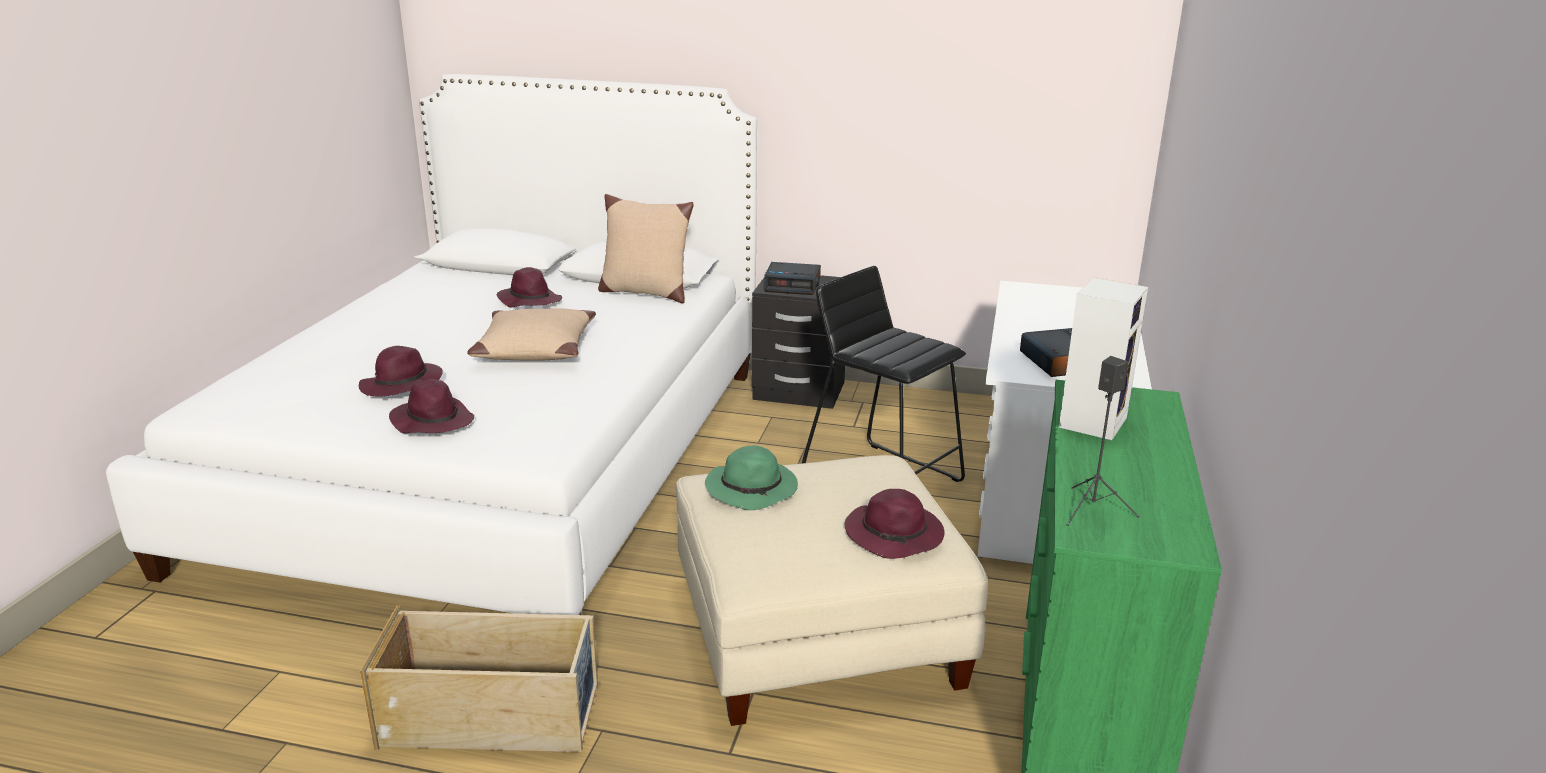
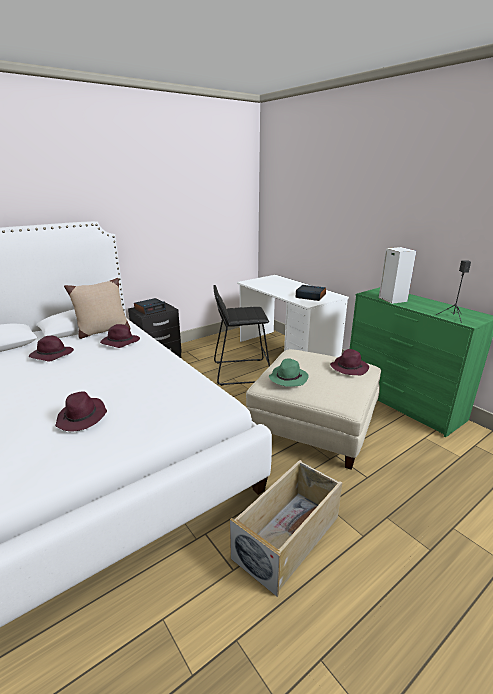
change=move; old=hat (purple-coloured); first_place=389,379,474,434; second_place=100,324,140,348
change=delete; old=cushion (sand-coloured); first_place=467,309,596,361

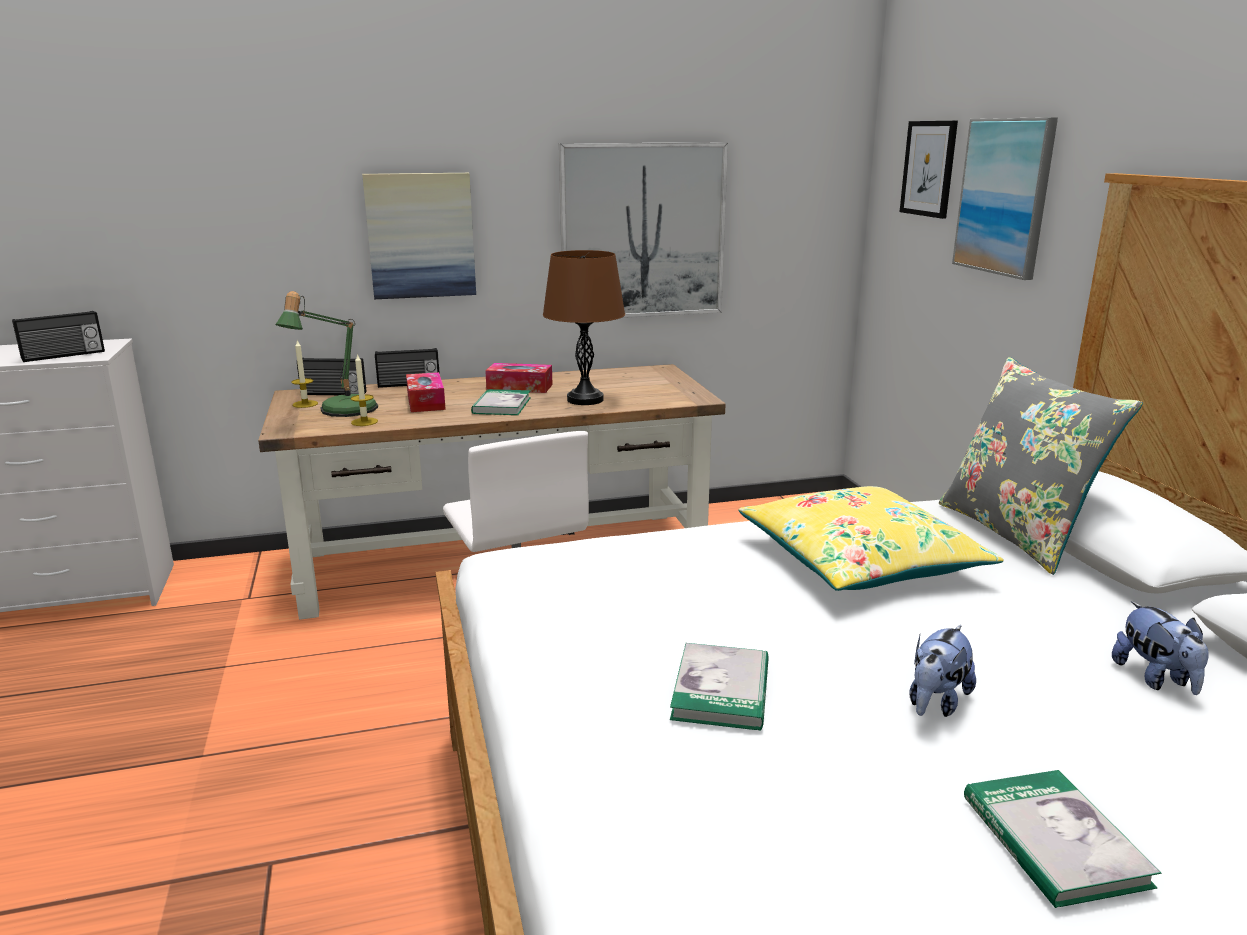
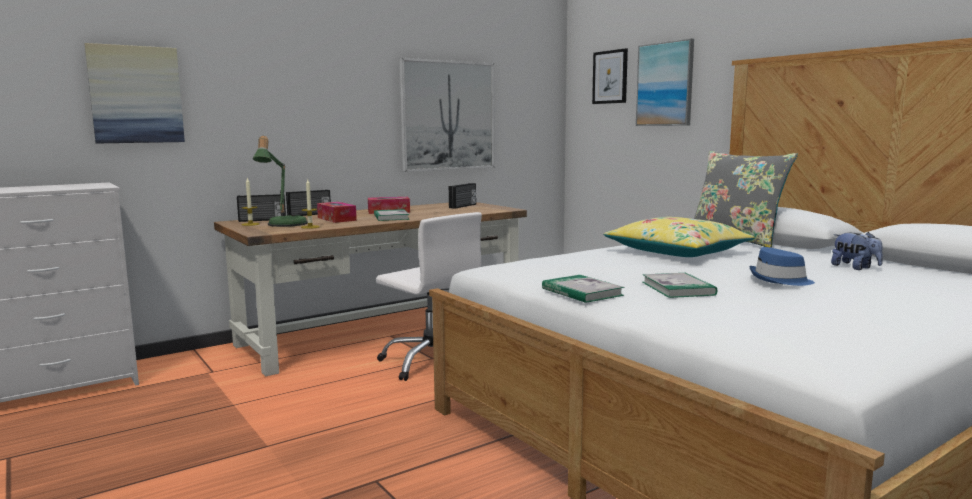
change=move; old=radio receiver; first_place=12,311,105,362; second_place=449,183,476,209
change=move; old=wall art; first_place=362,173,476,299; second_place=85,43,185,144
change=delete; old=table lamp (brown-coloured); first_place=543,250,625,405
change=replace; old=soft toy; new=hat (bluish); first_place=909,625,976,717; second_place=749,247,815,286
change=move; old=book; first_place=964,770,1161,908; second_place=542,275,624,303

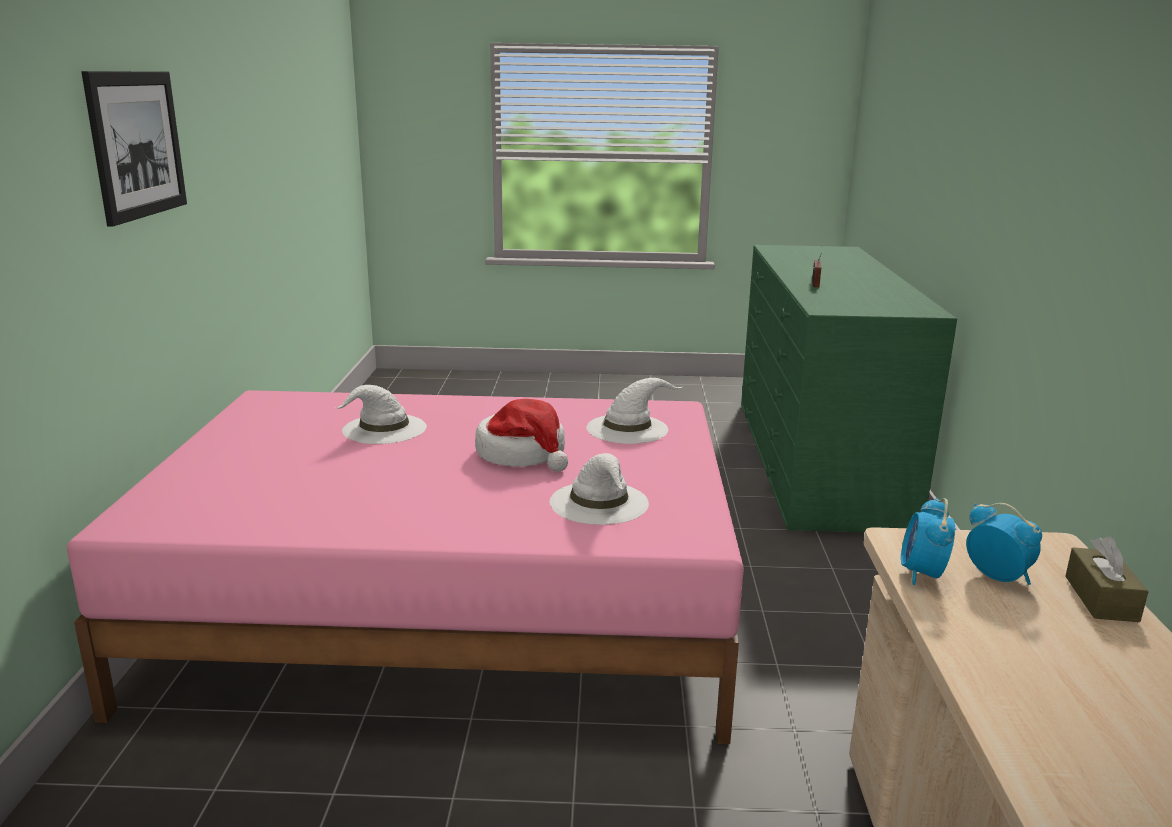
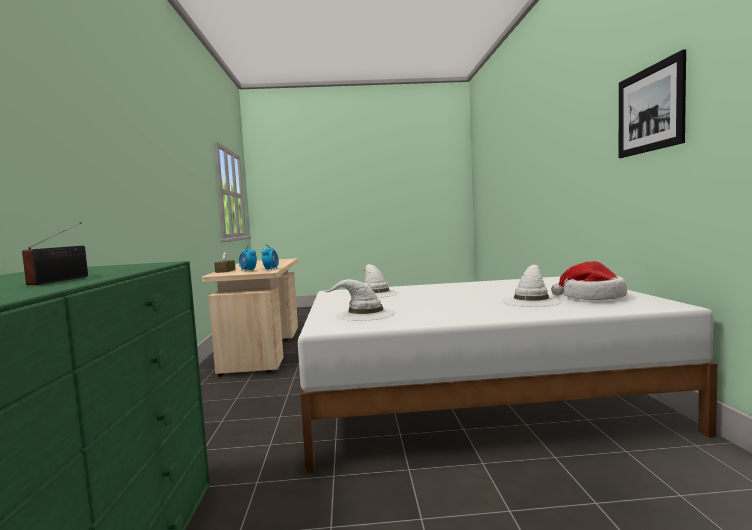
change=recolor; old=bed (pink); new=bed (white); first_place=67,390,744,744; second_place=298,277,718,471
change=move; old=hat; first_place=475,399,568,472; second_place=551,261,627,300

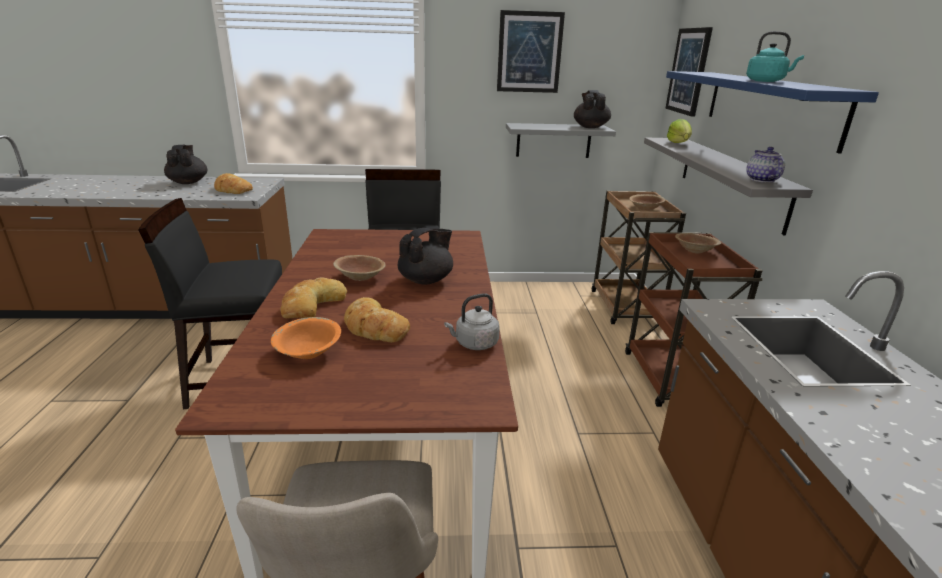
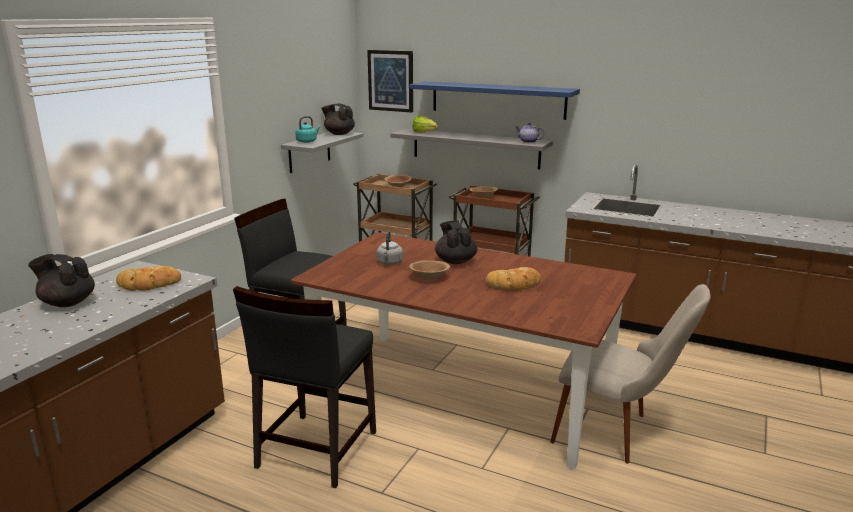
change=delete; old=bowl (orange-coloured); first_place=271,317,341,359
change=delete; old=bakery bread; first_place=280,277,347,319
change=move; old=tea kettle (greyish); first_place=444,293,500,350; second_place=377,231,403,265
change=delete; old=wall art; first_place=497,10,565,93
change=move; old=tea kettle (turquoise-coloured); first_place=746,31,804,82; second_place=296,116,320,143

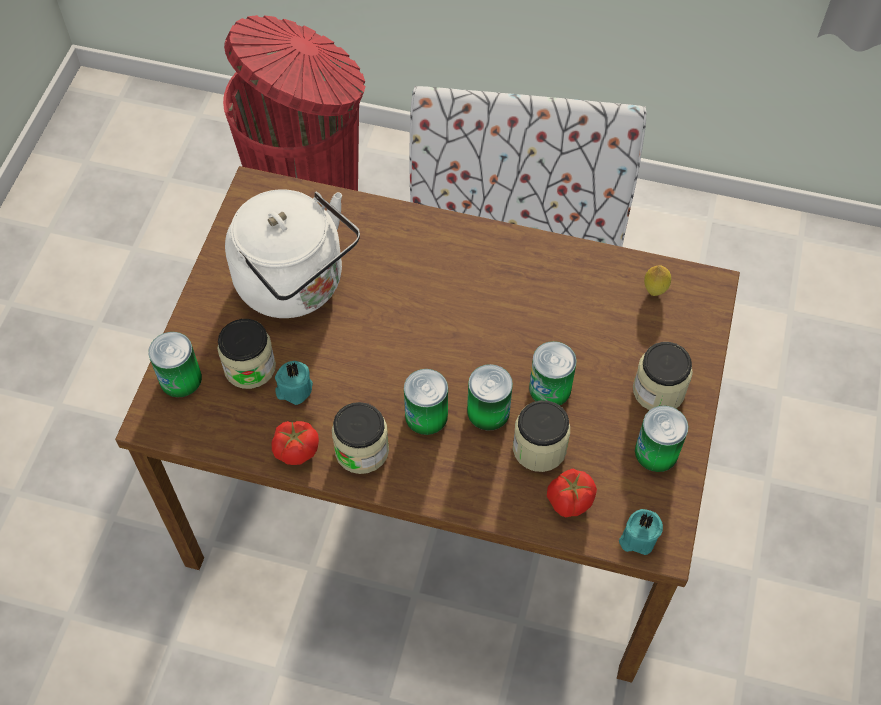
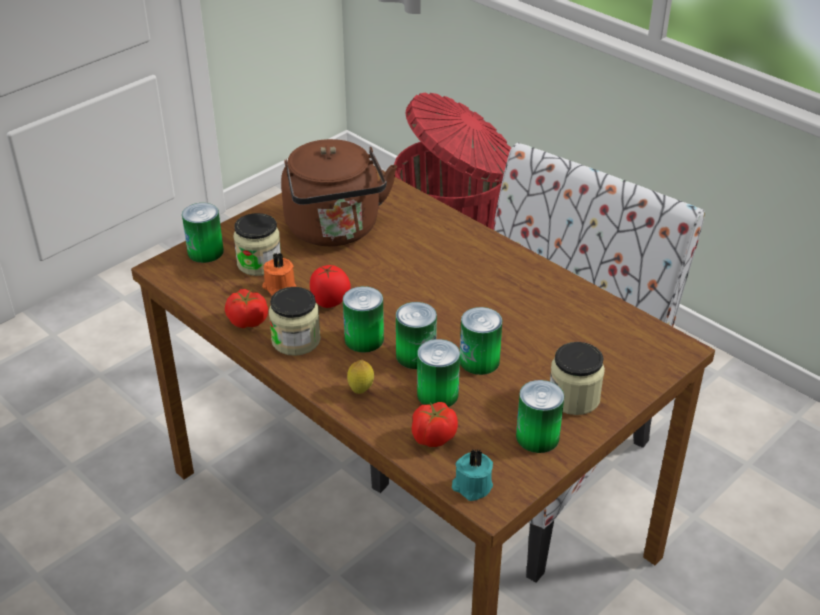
change=recolor; old=tea kettle (white); new=tea kettle (brown-coloured); first_place=225,189,360,318; second_place=281,139,397,246
change=recolor; old=candle (turquoise-coloured); new=candle (orange-coloured); first_place=275,361,313,405; second_place=262,252,296,296
change=replace; old=preserve jar; new=metal can; first_place=513,400,570,472; second_place=417,339,460,407
change=move; old=citrus fruit; first_place=644,265,671,296; second_place=347,360,374,394
change=insert; new=whole tomato; second_place=310,265,351,308

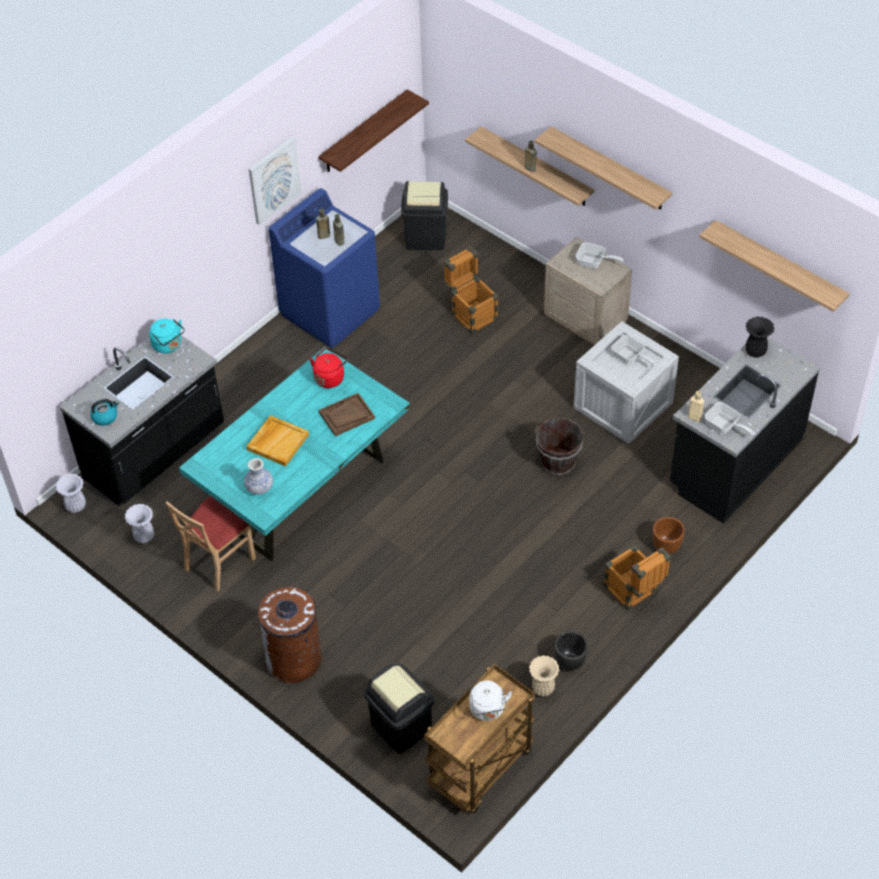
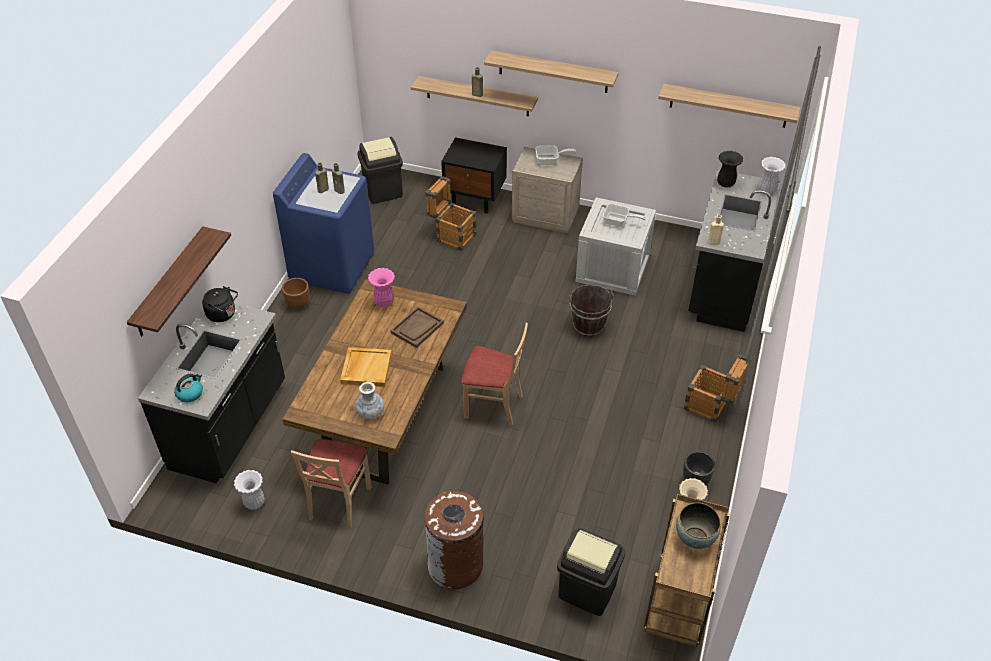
change=move; old=flower vase (white); first_place=55,474,86,513; second_place=759,157,786,194
change=recolor; old=tea kettle (turquoise-coloured); new=tea kettle (blackish); first_place=149,319,185,353; second_place=202,286,238,322
change=recolor; old=dinner table (turquoise-coloured); new=dinner table (brown-coloured); first_place=179,347,410,561; second_place=282,279,467,485
change=delete; old=wall art; first_place=249,137,302,225
change=replace; old=tea kettle (red-coloured); new=flower vase (pink); first_place=310,348,348,388; second_place=368,268,395,307
change=move; old=shelf; first_place=318,89,429,172; second_place=127,226,231,336
change=replace; old=tea kettle (white); new=bowl; first_place=469,681,512,721; second_place=676,503,721,549
change=move; old=planter (brown-coloured); first_place=652,517,685,554; second_place=282,278,310,309
change=delete; old=pan; first_place=705,402,754,435
change=insert; new=nightstand (blackish); second_place=441,137,507,213
change=insert; new=chair (sand-coloured); second_place=461,323,528,426

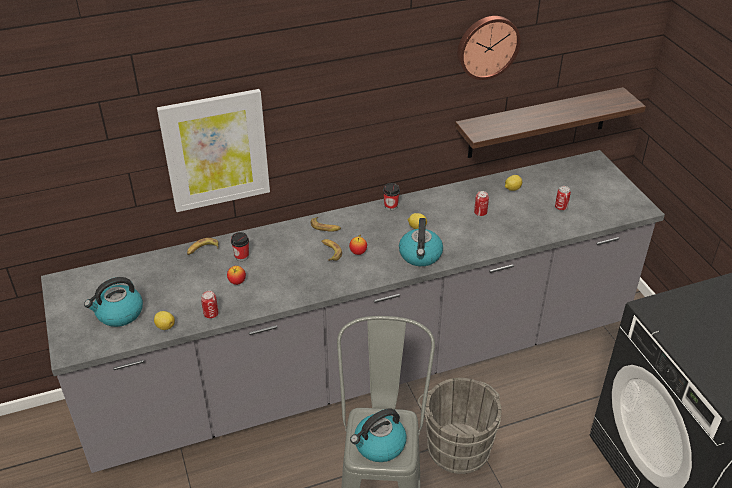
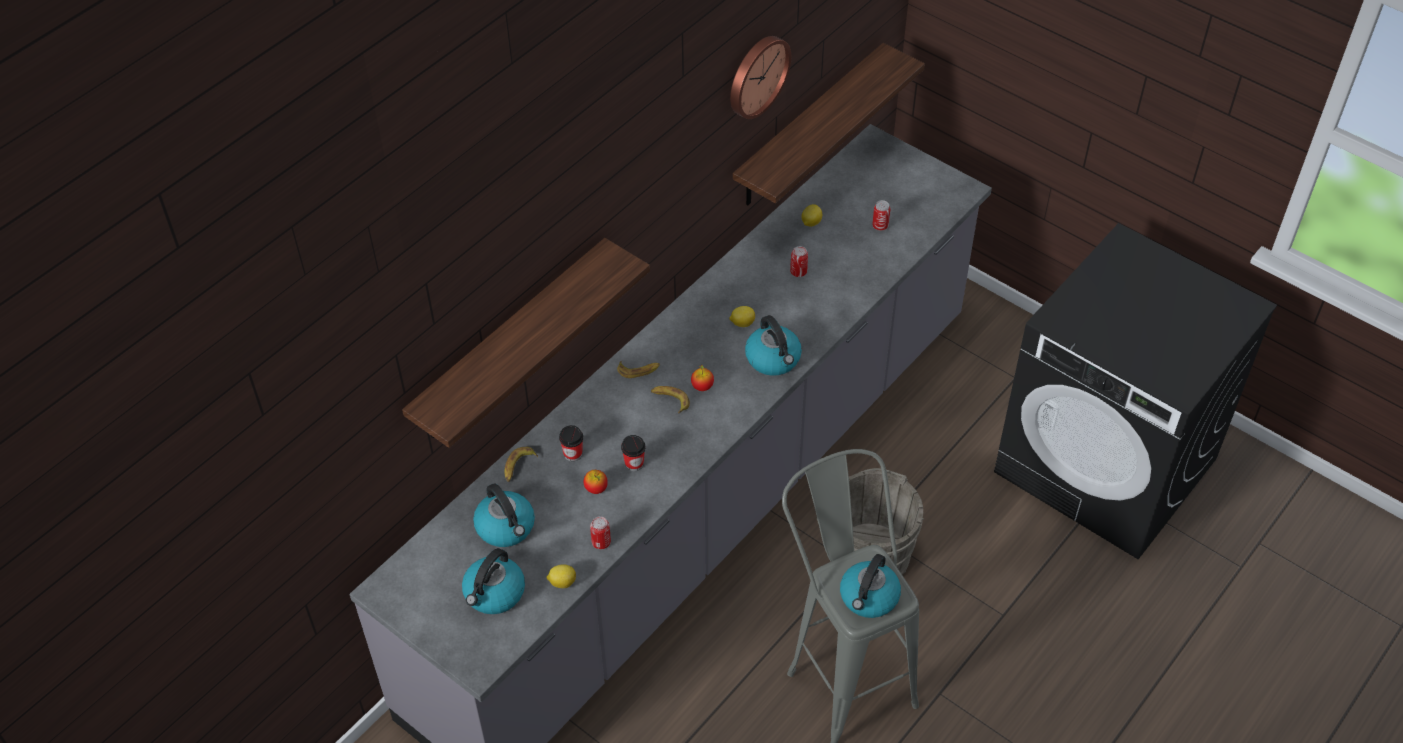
change=replace; old=wall art; new=shelf; first_place=157,89,270,212; second_place=402,238,650,448
change=move; old=small cup; first_place=383,183,400,210; second_place=621,435,645,471
change=insert; new=tea kettle; second_place=473,483,535,547

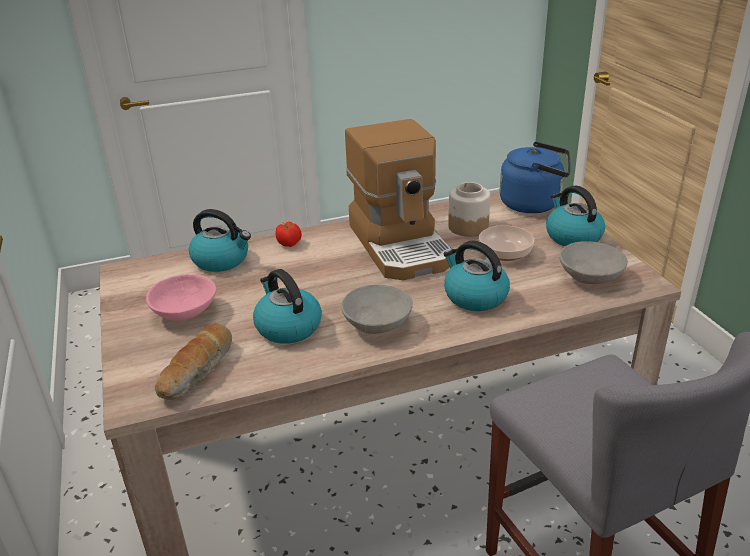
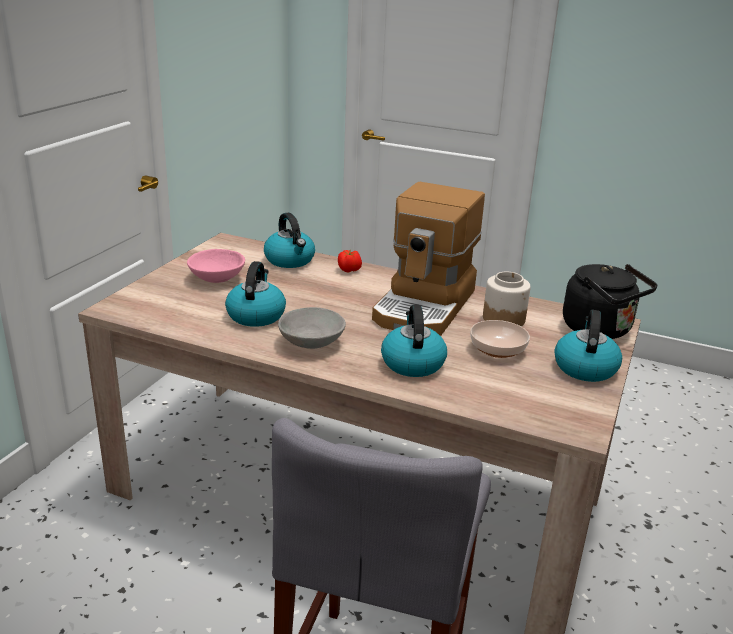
change=delete; old=bakery bread; first_place=155,323,232,400
change=recolor; old=tea kettle (bluish); new=tea kettle (blackish); first_place=500,142,571,213; second_place=563,264,657,339
change=delete; old=bowl (greyish); first_place=559,241,628,284

